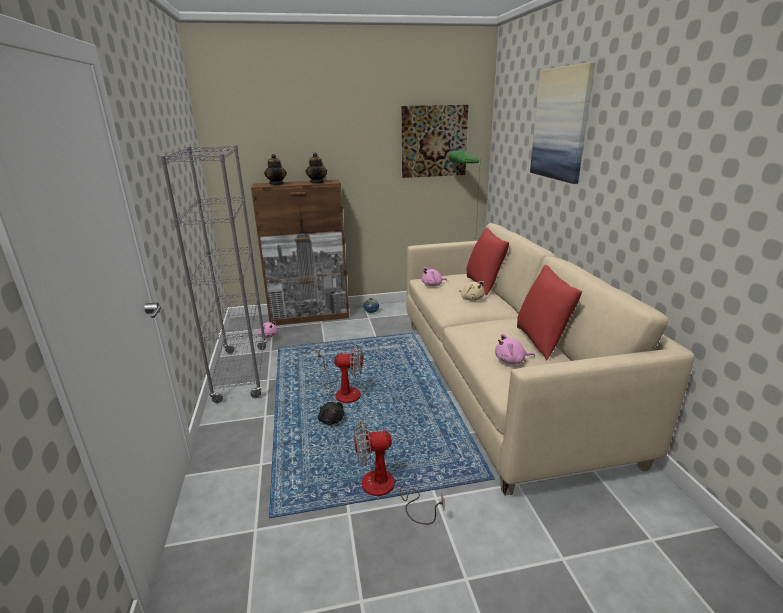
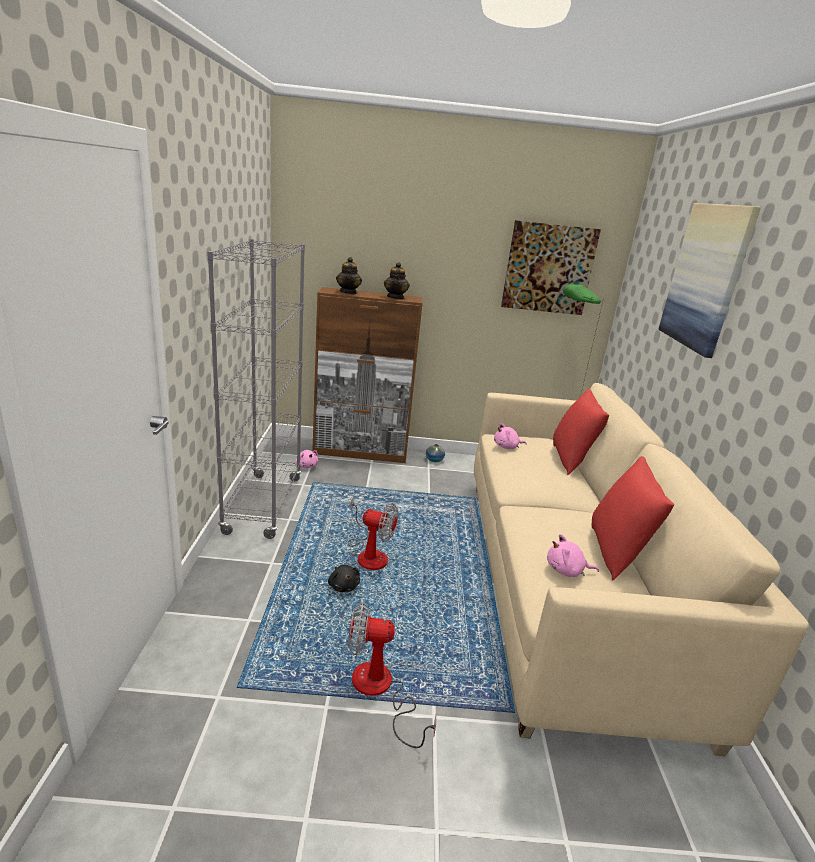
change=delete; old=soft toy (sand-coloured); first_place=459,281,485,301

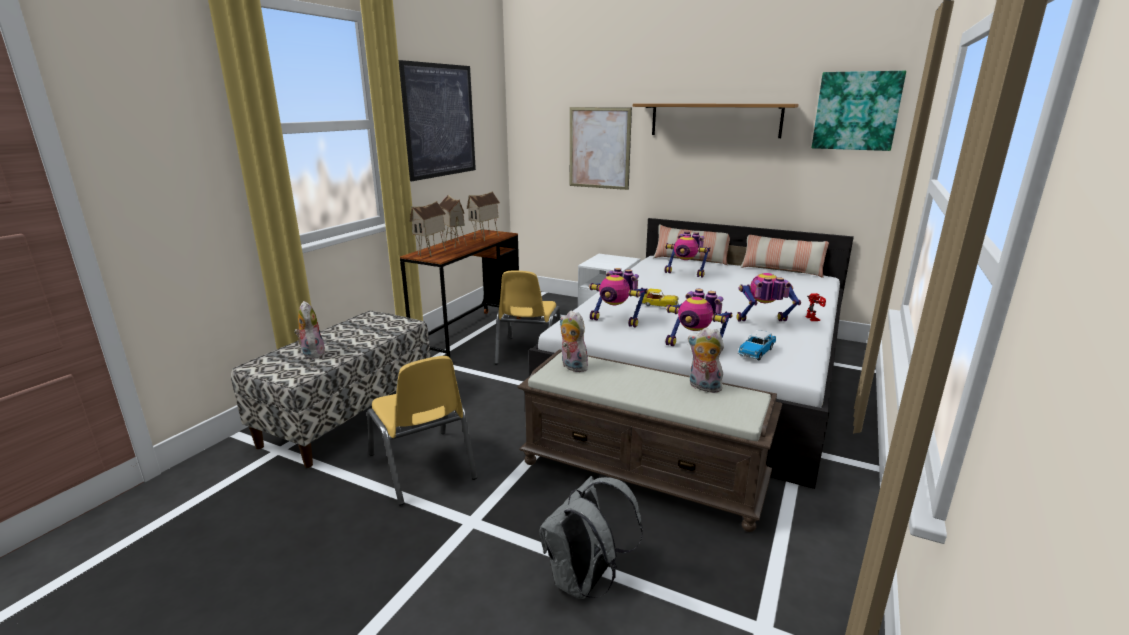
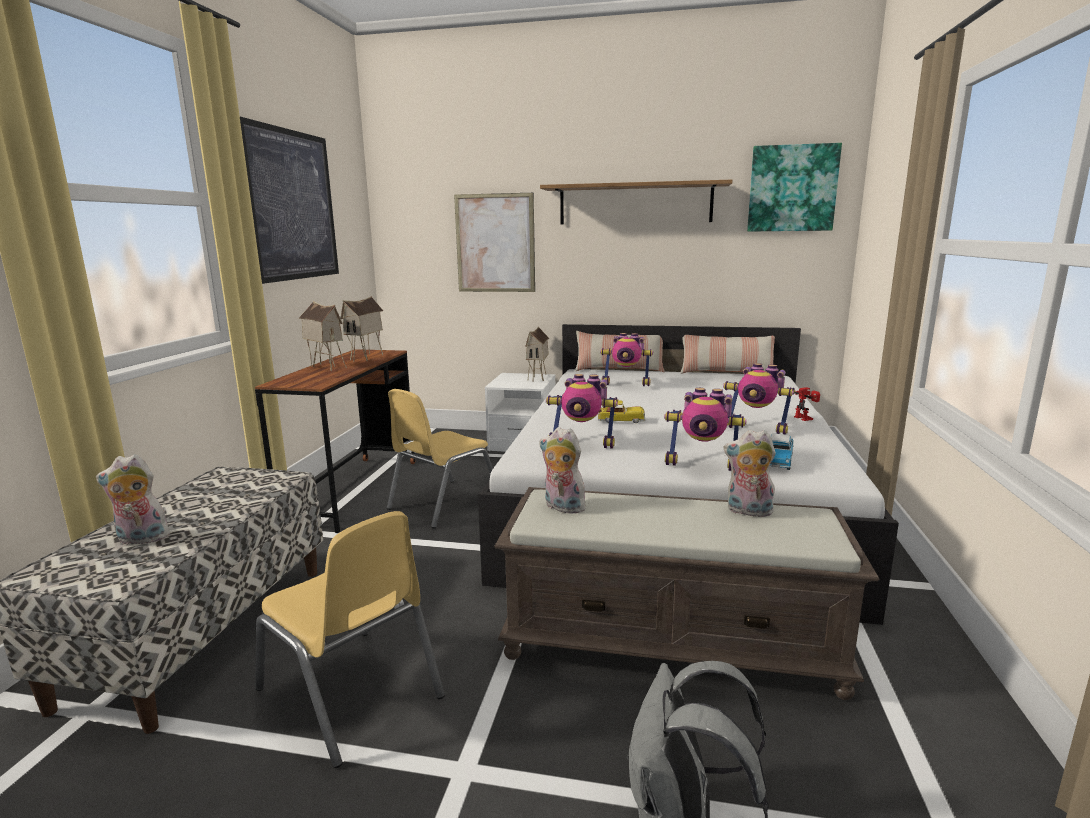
change=rotate; old=soft toy; first_place=294,301,326,359; second_place=96,454,172,546; degrees=-60
change=move; old=miniature house; first_place=410,201,446,257; second_place=525,326,549,382
change=rotate; old=chair (yellow-coloured); first_place=495,270,561,364; second_place=387,389,493,528; degrees=45
change=rotate; old=robot figure; first_place=737,273,801,321; second_place=723,363,795,434; degrees=-135

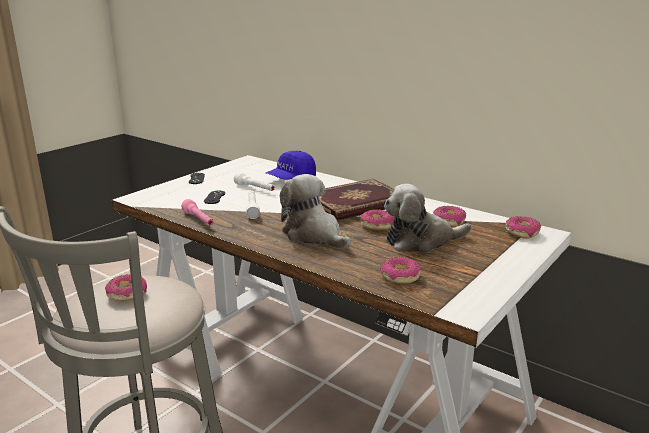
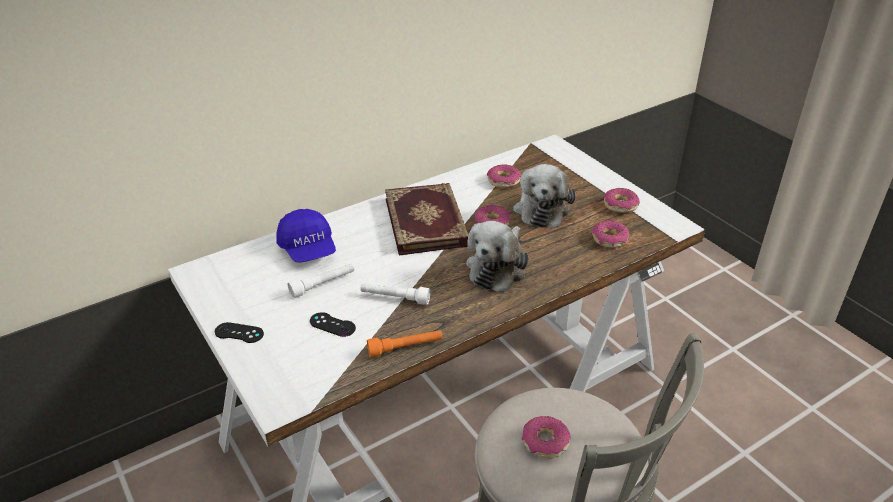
change=recolor; old=flashlight (pink); new=flashlight (orange-coloured); first_place=181,199,214,226; second_place=367,330,442,357
change=rotate; old=soft toy; first_place=280,174,351,249; second_place=466,221,529,293; degrees=-45
change=move; old=donut; first_place=505,216,541,239; second_place=604,188,640,213

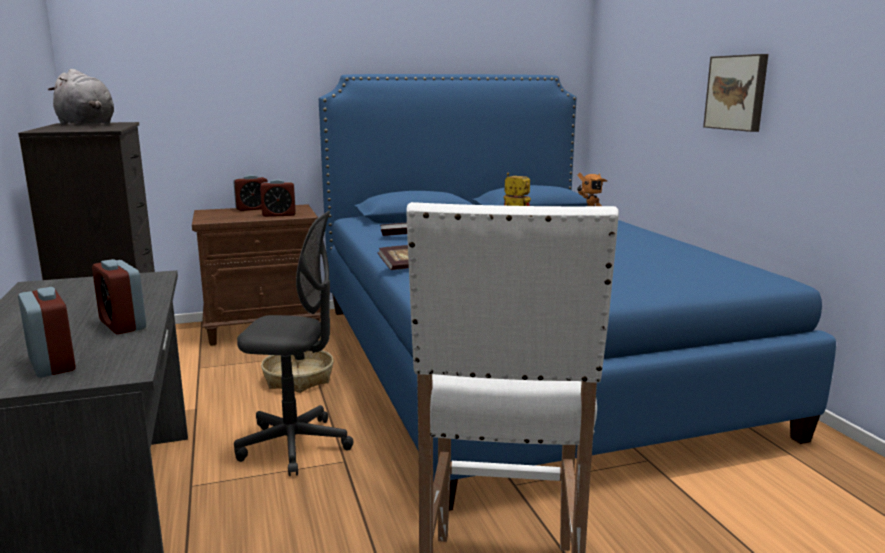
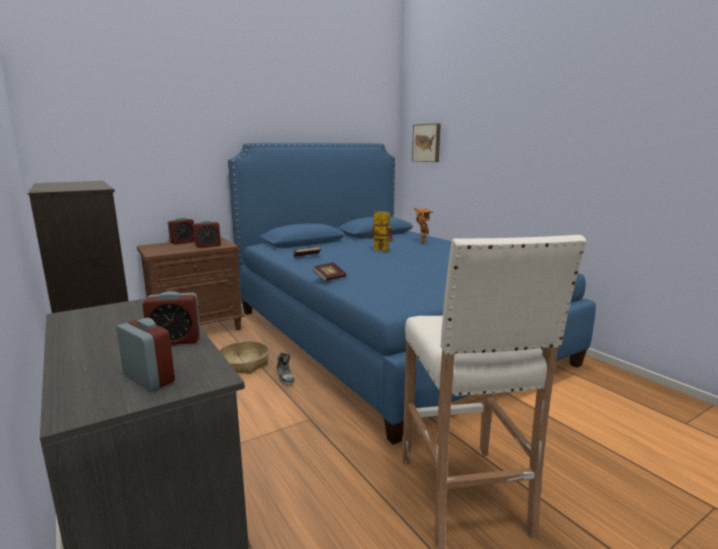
change=delete; old=soft toy (greyish); first_place=48,69,114,125
change=rotate; old=bedside clock; first_place=92,259,146,335; second_place=142,291,201,345; degrees=-45
change=delete; old=computer chair (greyish); first_place=234,211,354,476
change=move; old=wall art; first_place=703,54,768,132; second_place=412,123,441,162
change=insert; new=item of footwear; second_place=277,353,295,385

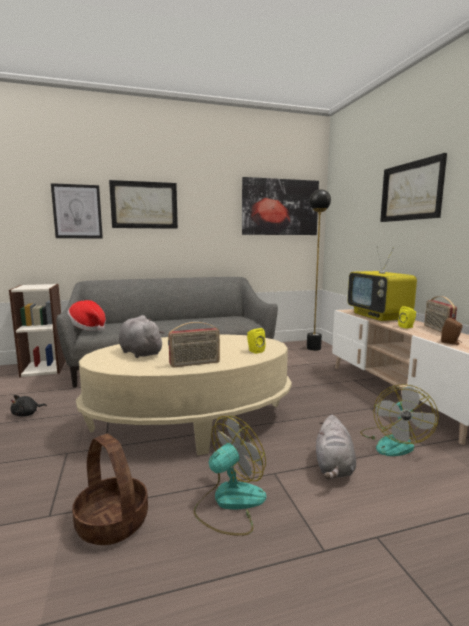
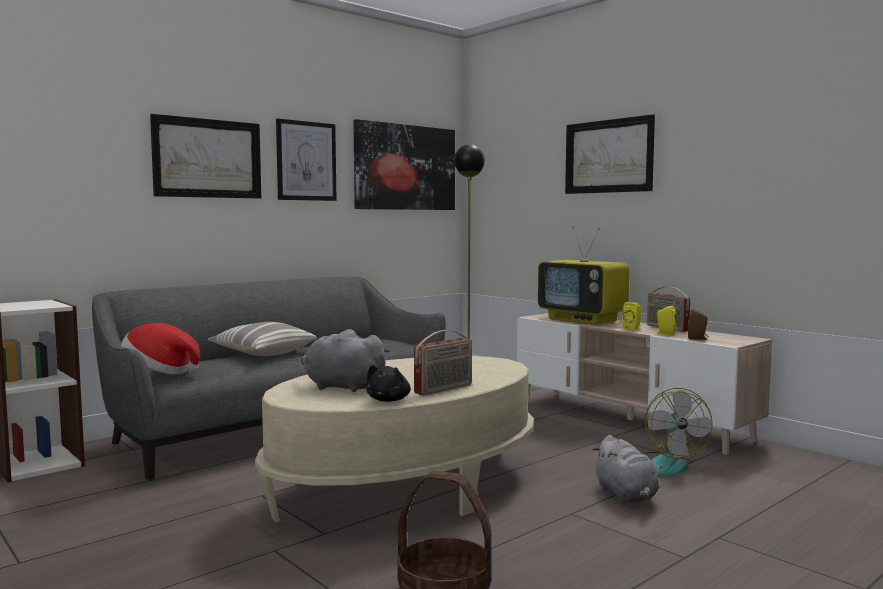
change=move; old=soft toy (blackish); first_place=11,395,47,417; second_place=366,365,411,402
change=move; old=wall art; first_place=51,183,103,238; second_place=276,118,337,201
change=delete; old=fan; first_place=194,416,266,536
change=move; old=audio speaker (yellow-coloured); first_place=247,328,265,354; second_place=655,305,677,335
change=insert; new=cushion; second_place=208,322,317,356

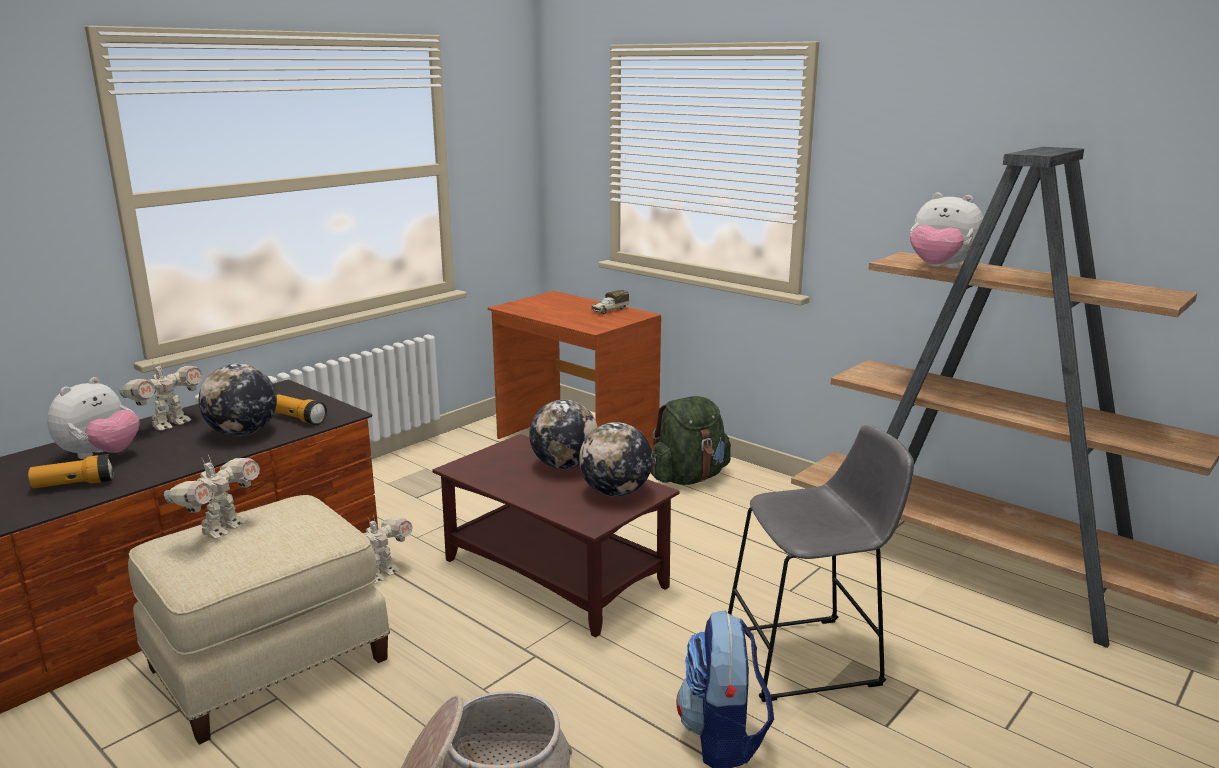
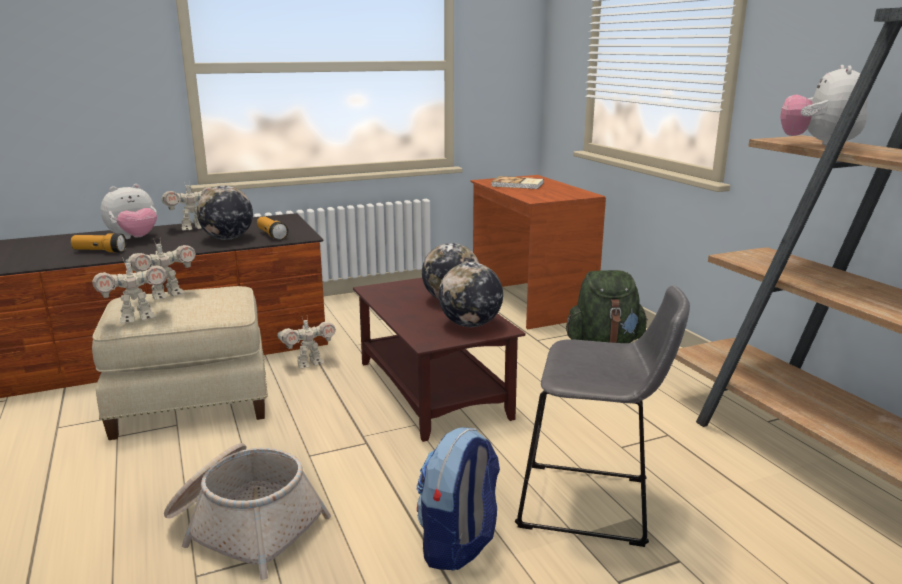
change=delete; old=model truck; first_place=591,290,629,314
change=rotate; old=soft toy; first_place=910,193,984,269; second_place=780,65,868,146; degrees=45
change=insert; new=robot figure; second_place=92,257,167,323
change=insert; new=book; second_place=491,176,544,189

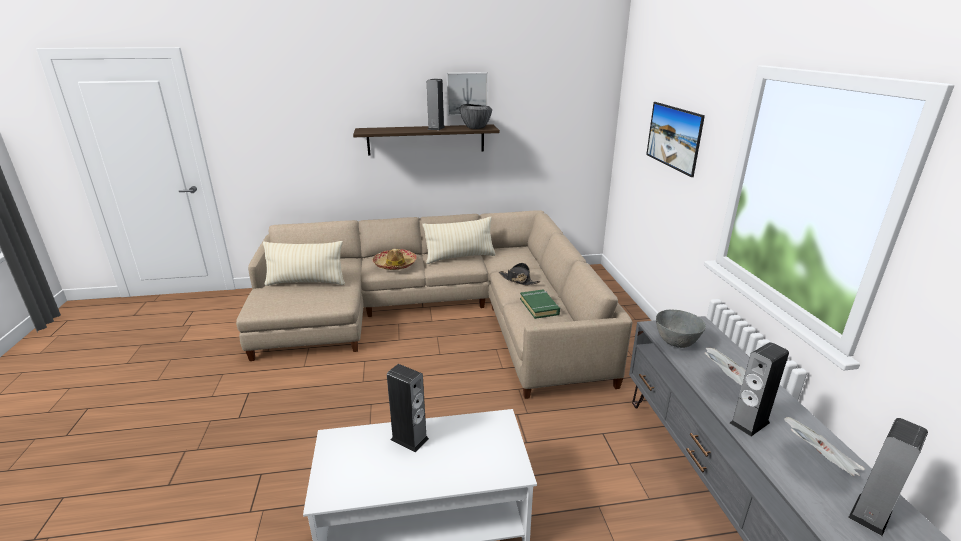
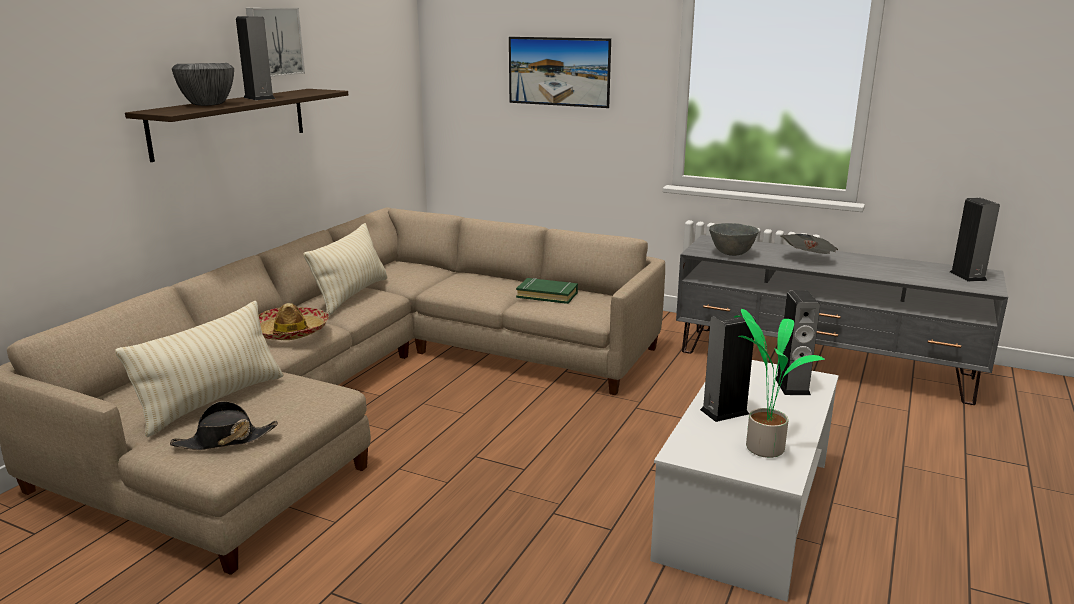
change=move; old=bowl; first_place=460,104,492,129; second_place=172,63,234,106
change=move; old=hat (blackish); first_place=499,263,540,286; second_place=170,401,278,450
change=move; old=audio speaker; first_place=730,342,789,437; second_place=776,290,820,395
change=delete; old=printed paper; first_place=784,417,865,476
change=insert; new=potted plant; second_place=734,309,825,458

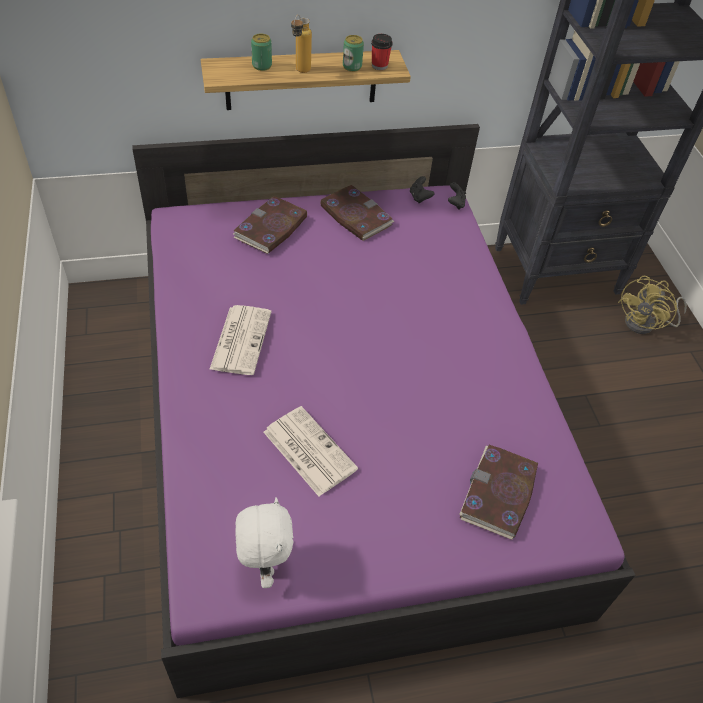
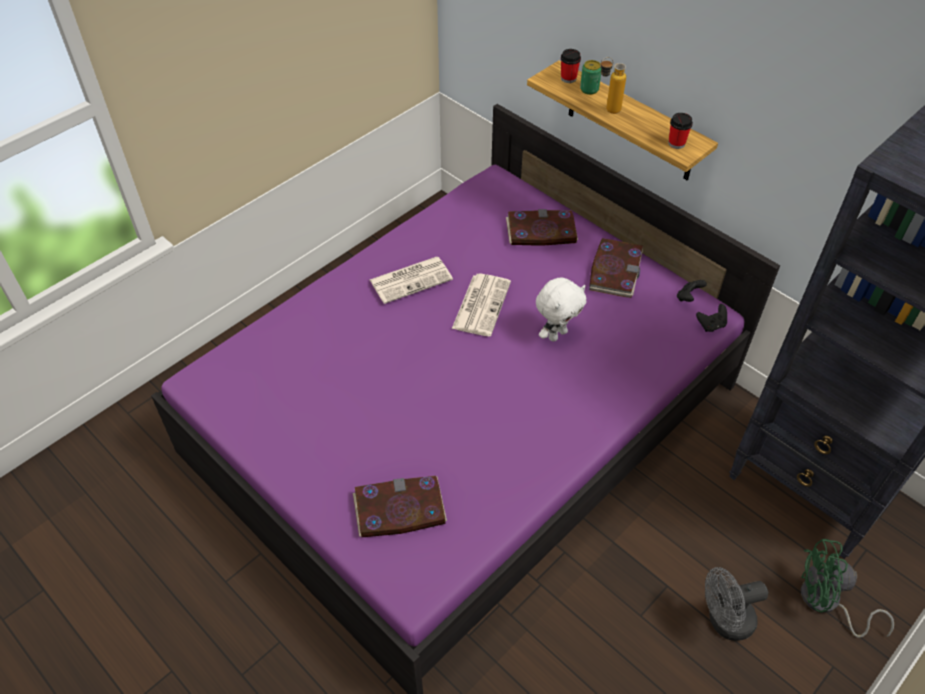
change=move; old=soft toy (white); first_place=235,497,294,588; second_place=536,277,586,342
change=move; old=printed paper; first_place=264,406,358,496; second_place=452,274,511,337
change=delete; old=metal can; first_place=343,35,364,72
change=recolor; old=fan (yellow-coloured); new=fan (greenish); first_place=618,276,687,334; second_place=801,539,894,638
change=insert; new=small cup; second_place=561,49,581,83
change=insert; new=fan (greyish); second_place=705,567,768,641

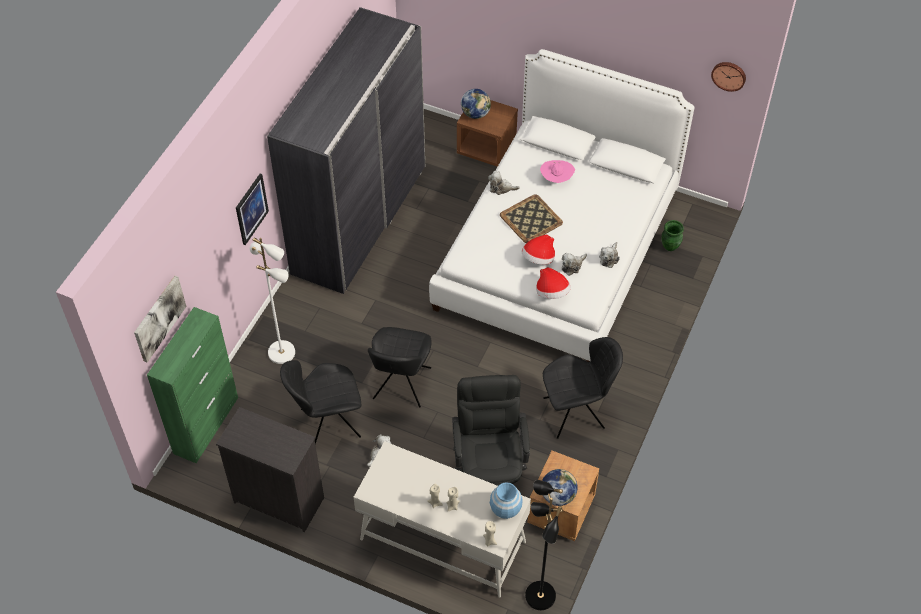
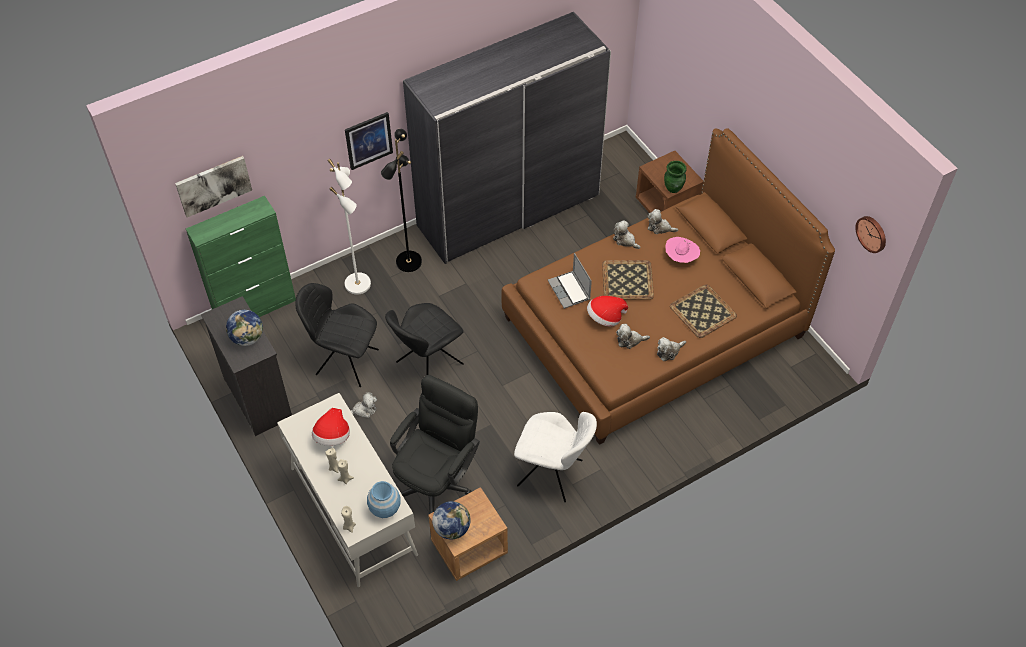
change=recolor; old=bed (white); new=bed (brown-coloured); first_place=429,49,695,362; second_place=501,128,835,445
change=move; old=world globe; first_place=461,89,491,119; second_place=226,310,263,346
change=move; old=floor lamp (blackish); first_place=525,480,563,610; second_place=381,129,422,272
change=move; old=hat; first_place=536,267,571,299; second_place=312,408,350,446
change=recolor; old=chair (blackish); new=chair (white); first_place=543,337,623,439; second_place=514,412,597,502
change=move; old=flower vase (greenish); first_place=661,220,684,251; second_place=664,161,687,193
change=insert; new=notebook computer; second_place=548,253,592,309
change=insert; new=soft toy; second_place=648,209,678,234
change=insert; new=serving tray; second_place=670,284,737,338

